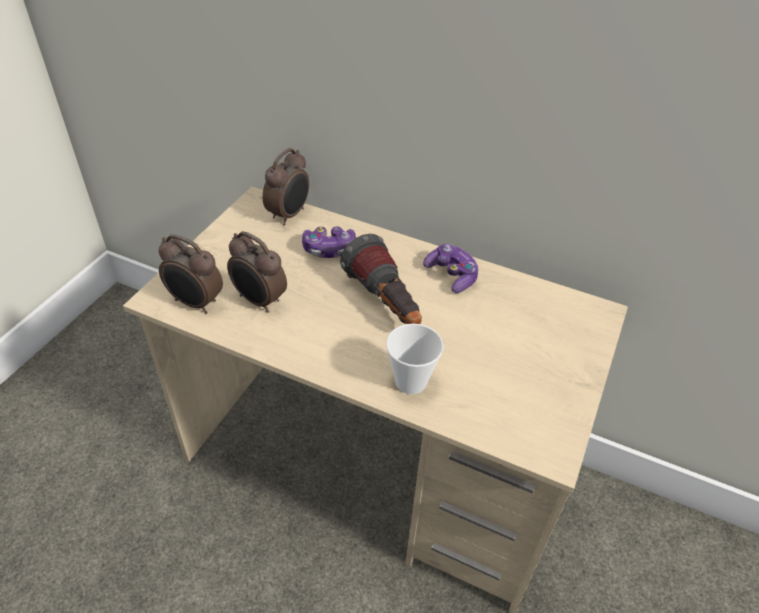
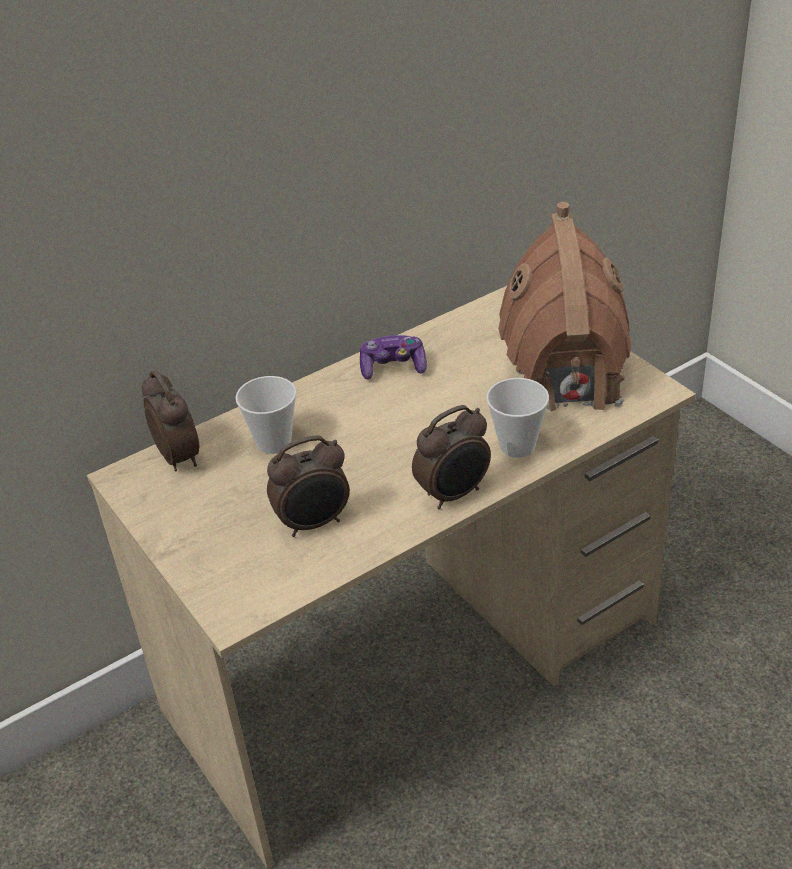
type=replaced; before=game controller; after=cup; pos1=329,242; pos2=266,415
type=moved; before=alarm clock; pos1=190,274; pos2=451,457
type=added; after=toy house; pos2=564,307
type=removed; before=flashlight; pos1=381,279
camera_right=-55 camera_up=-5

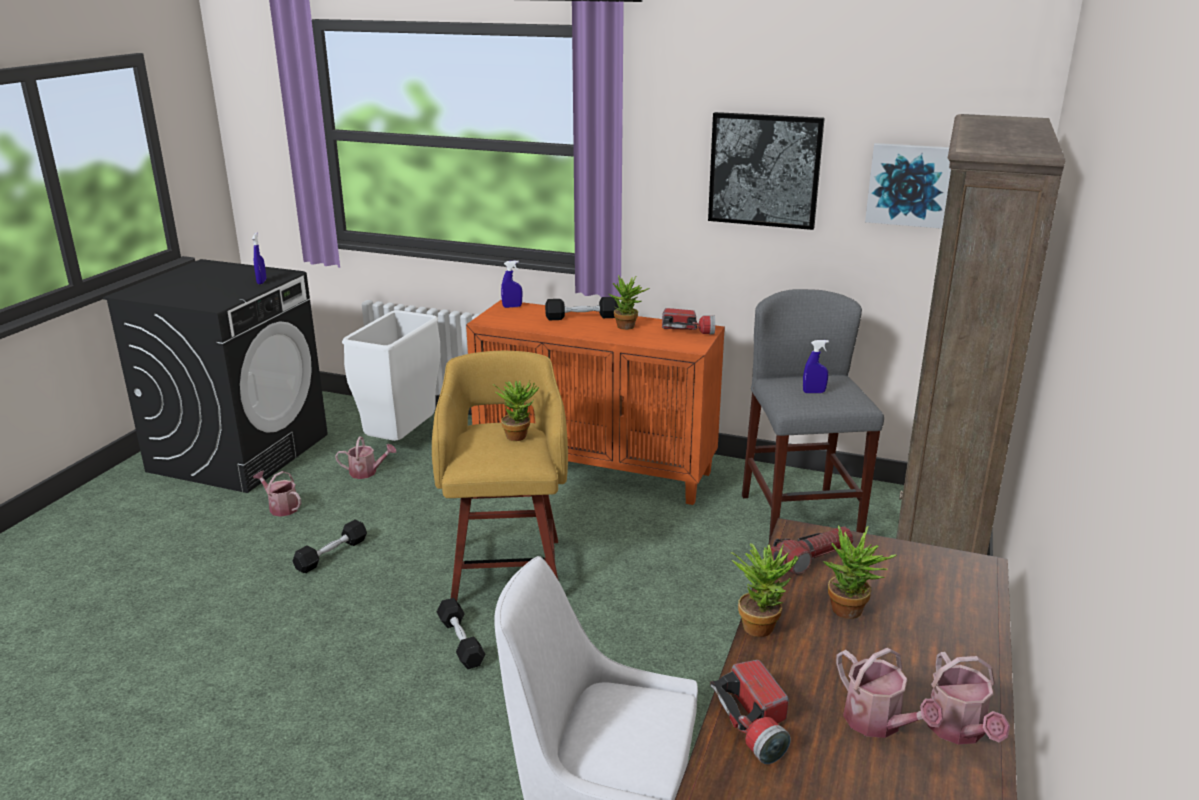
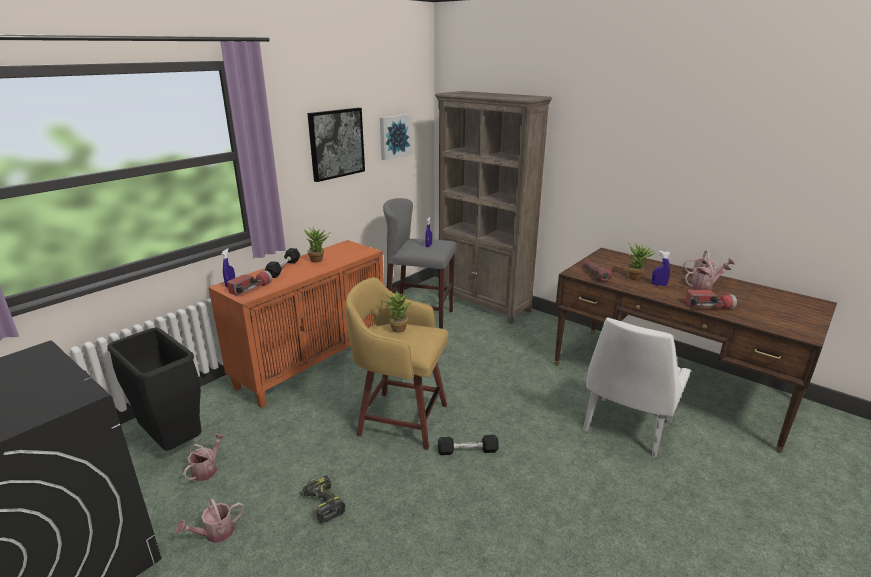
type=recoloured; before=trash can (white); after=trash can (black); pos1=391,375; pos2=154,389
type=moved; before=flashlight; pos1=688,321; pos2=249,282
type=replaced; before=dumbbell (black); after=power drill; pos1=329,546; pos2=322,499
type=moved; before=spray bottle (blue); pos1=259,258; pos2=661,268
type=removed; before=potted plant; pos1=765,590
camera_right=-70 camera_up=0

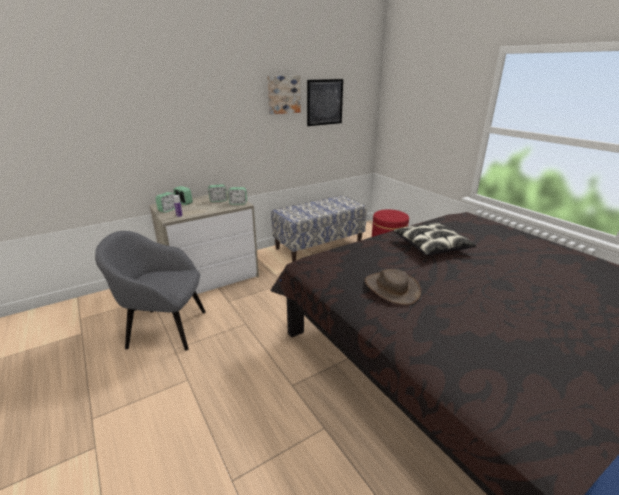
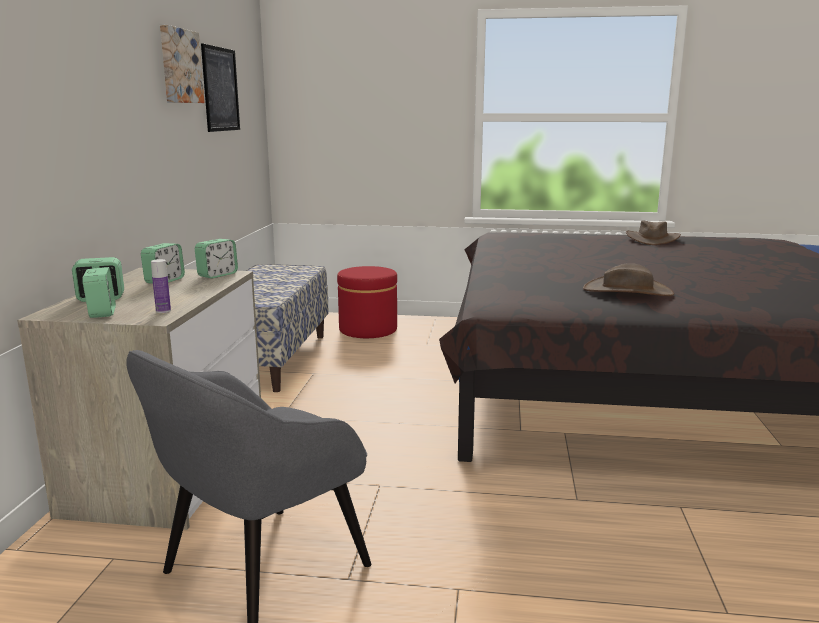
type=added; after=hat (brown); pos2=653,233
type=removed; before=pillow; pos1=435,239
camera_right=-50 camera_up=-10

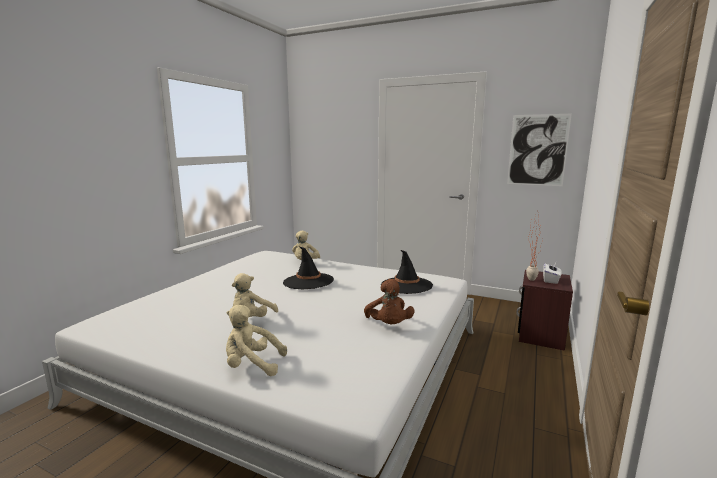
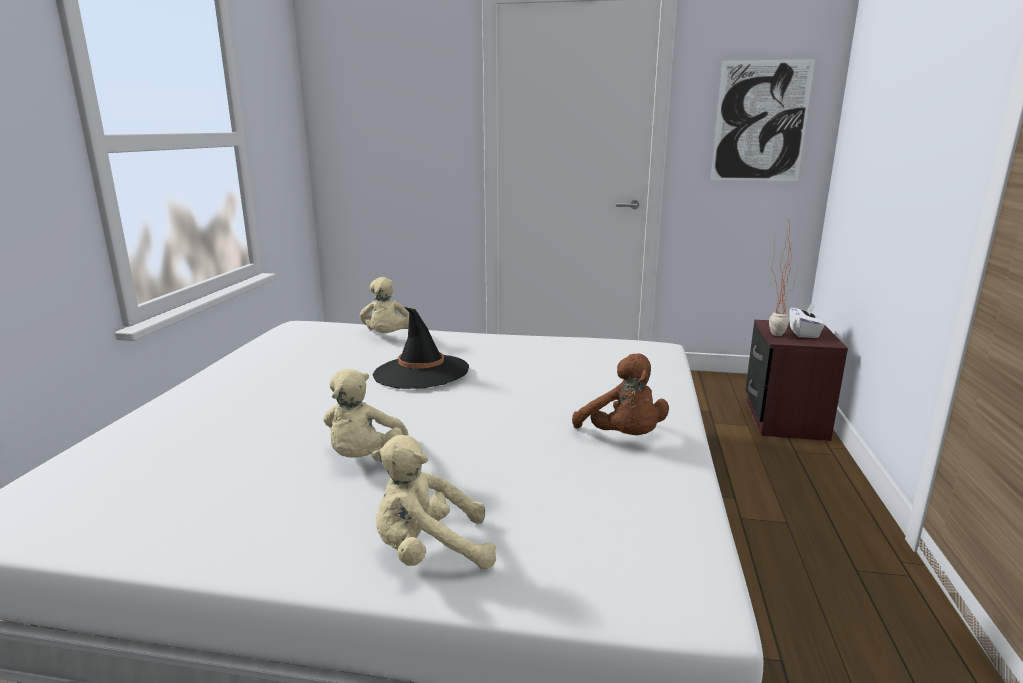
type=removed; before=hat (black); pos1=407,272
camera_right=-15 camera_up=5

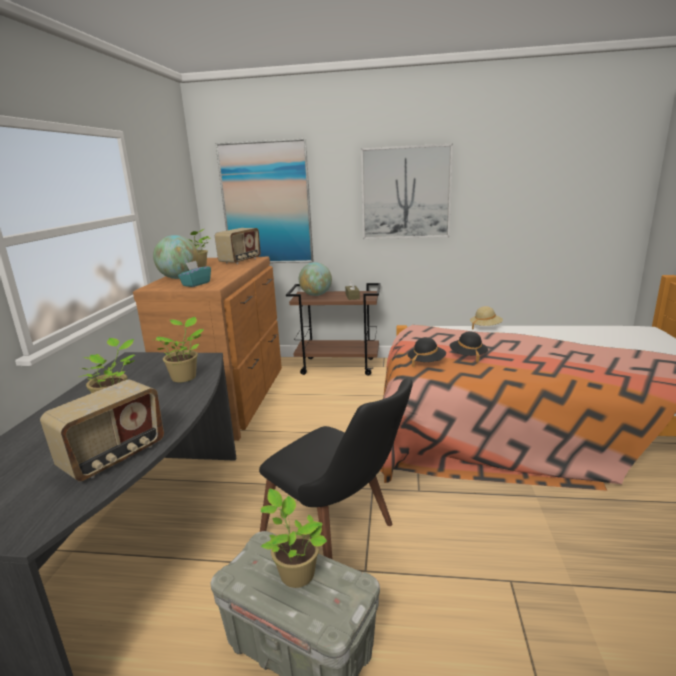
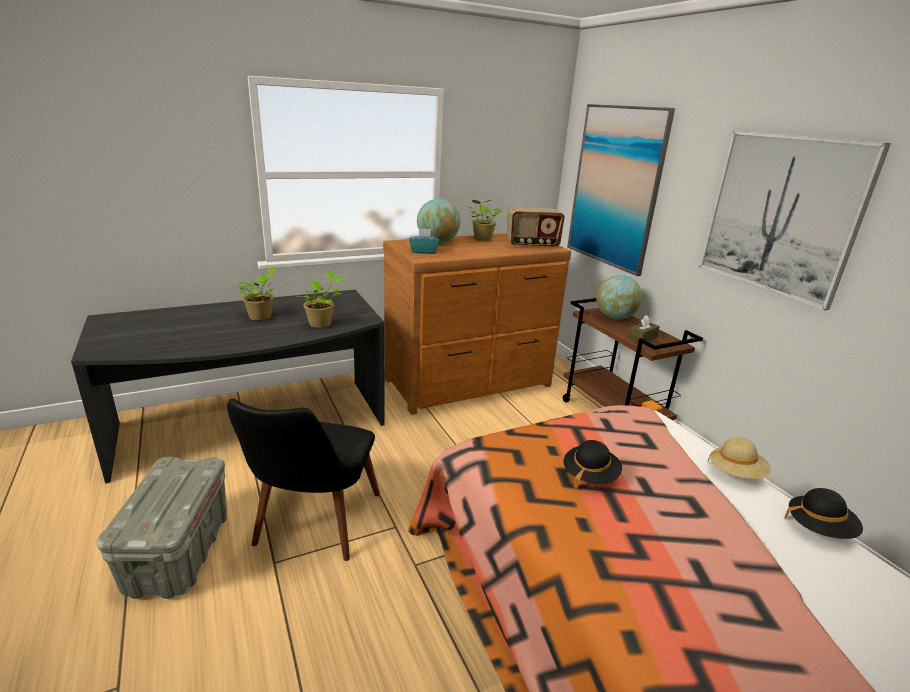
type=moved; before=hat (black); pos1=427,352; pos2=824,513
type=removed; before=radio; pos1=102,430
type=removed; before=potted plant; pos1=294,538
camera_right=55 camera_up=5

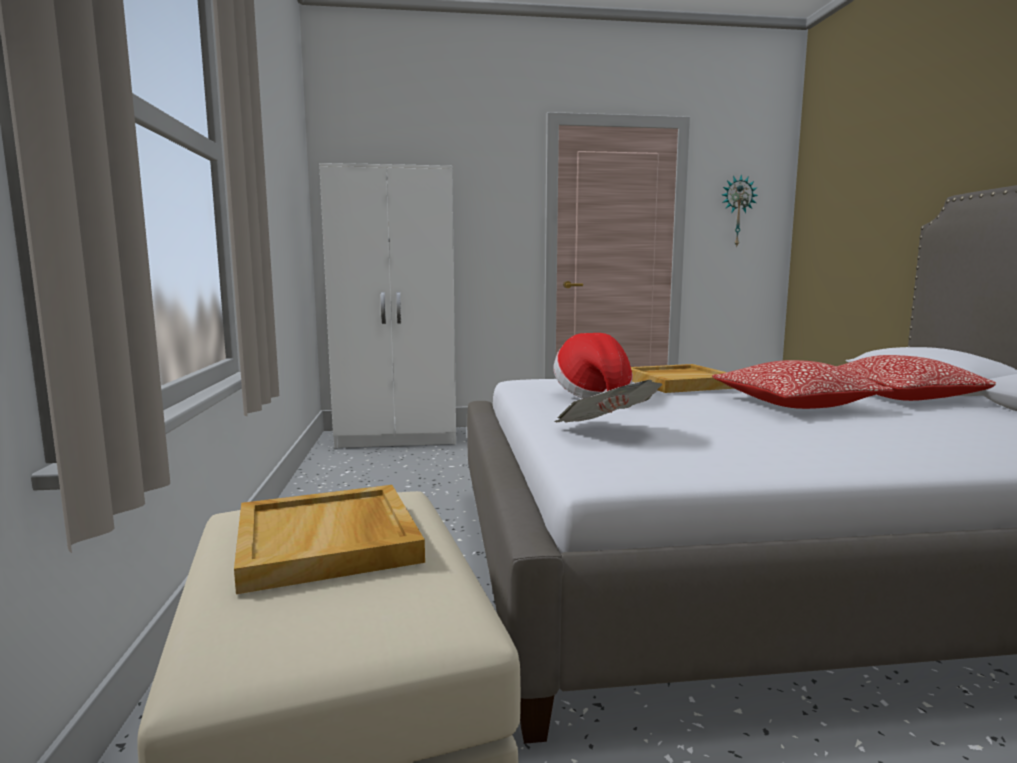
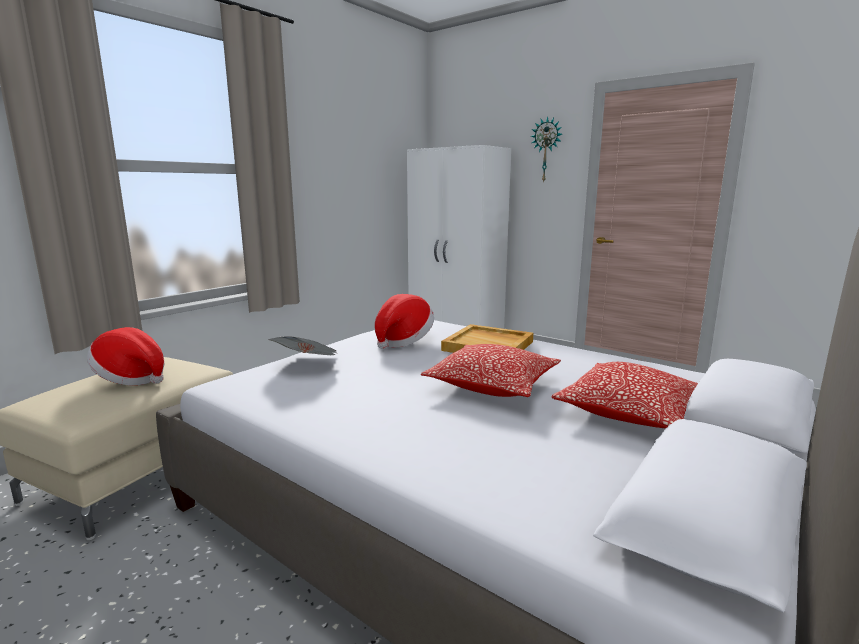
type=replaced; before=tray (beige); after=hat; pos1=329,539; pos2=126,356
type=moved; before=wall clock; pos1=740,211; pos2=546,149
camera_right=45 camera_up=5

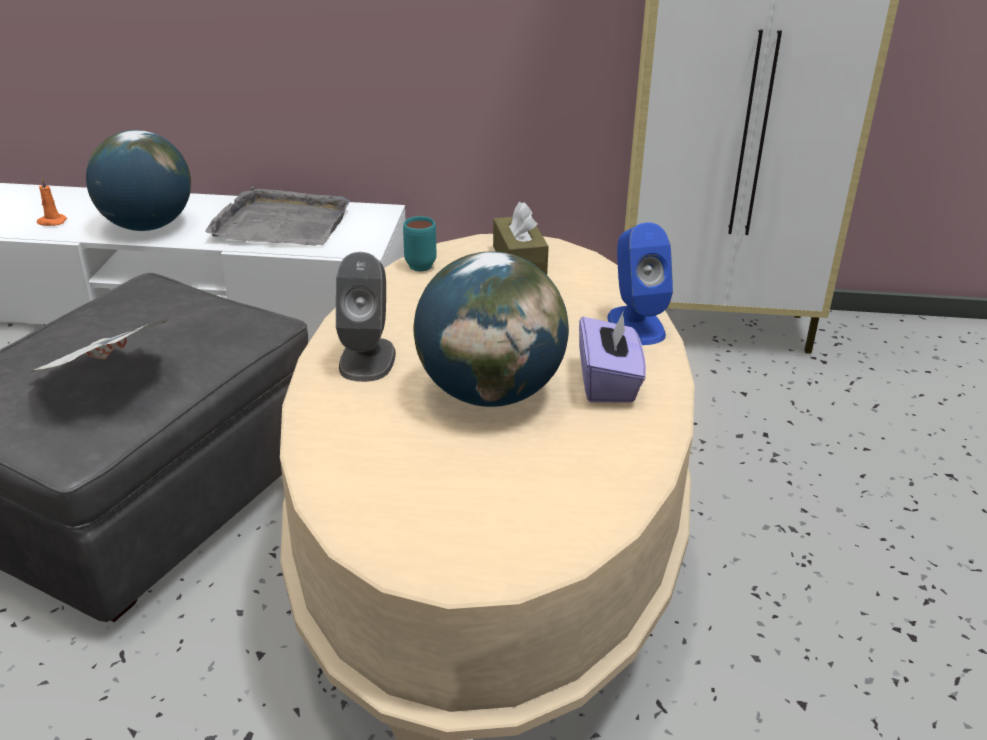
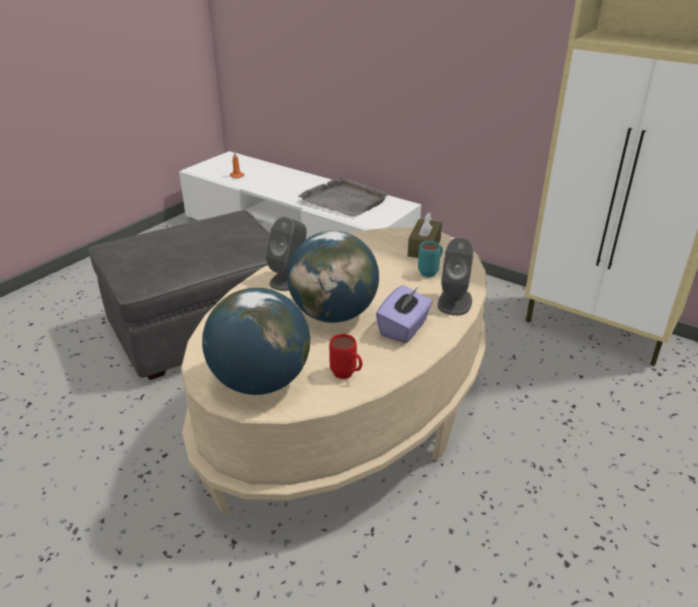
type=moved; before=globe; pos1=138,180; pos2=256,341
type=added; after=mug (red); pos2=345,356
type=moved; before=mug (turquoise); pos1=419,244; pos2=430,259
type=recoloured; before=speaker (blue); after=speaker (grey); pos1=640,283; pos2=455,276
type=removed; before=newspaper; pos1=99,345
camera_right=30 camera_up=0

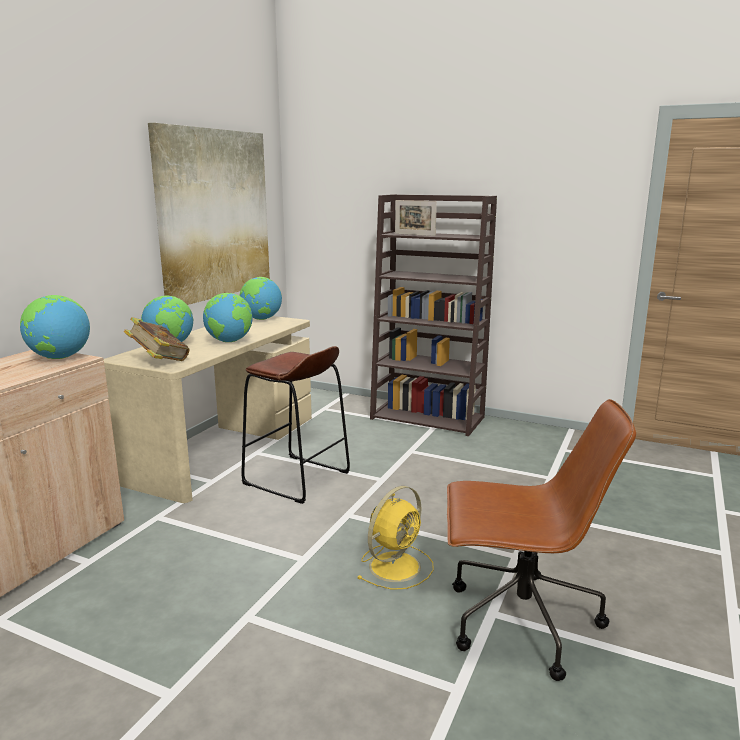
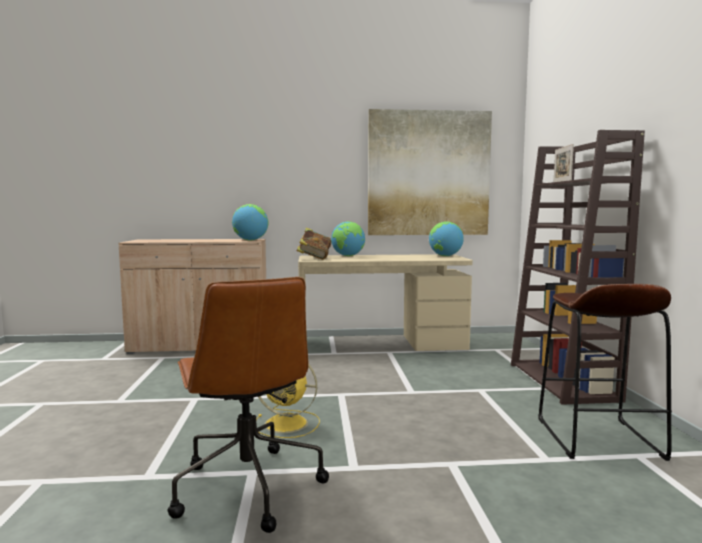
type=moved; before=stool (brown); pos1=295,425; pos2=605,372
type=removed; before=globe; pos1=227,317
camera_right=60 camera_up=-10

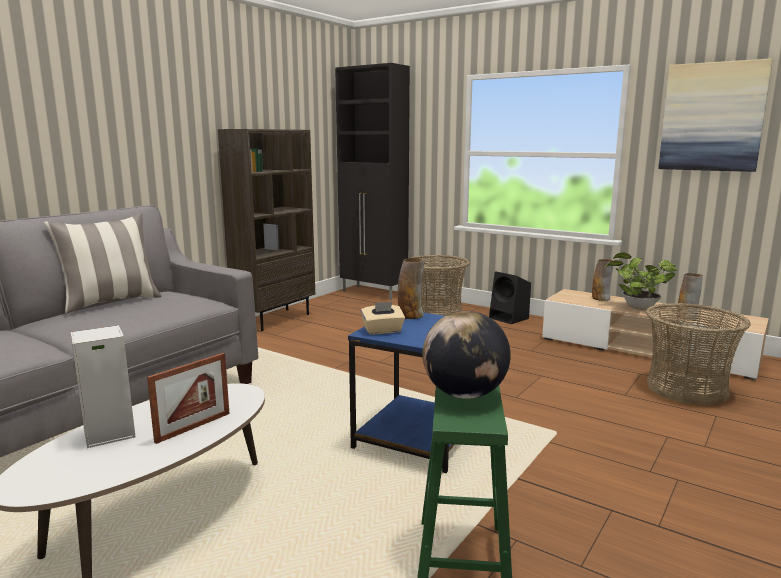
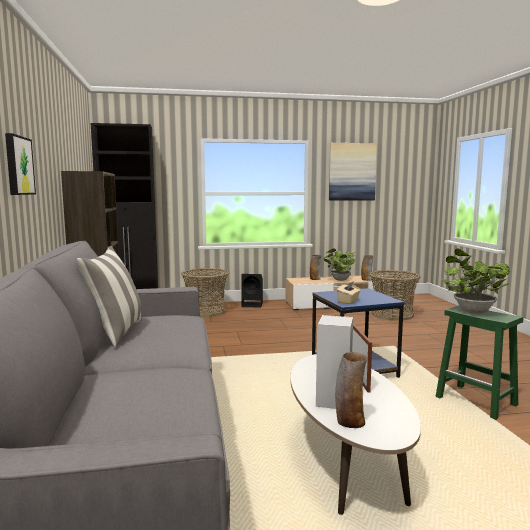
type=added; after=picture; pos2=20,164
type=moved; before=vase; pos1=411,288; pos2=351,390
type=replaced; before=globe; after=potted plant; pos1=466,355; pos2=475,281
camera_right=-45 camera_up=-5

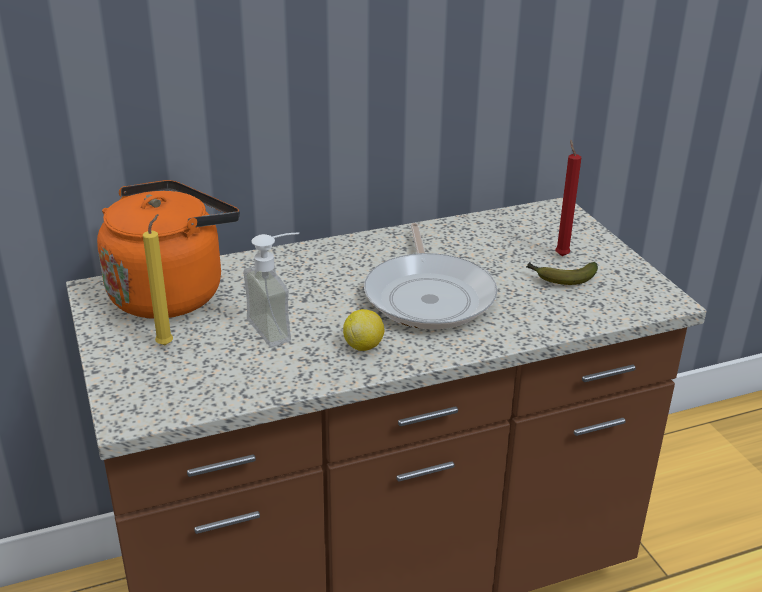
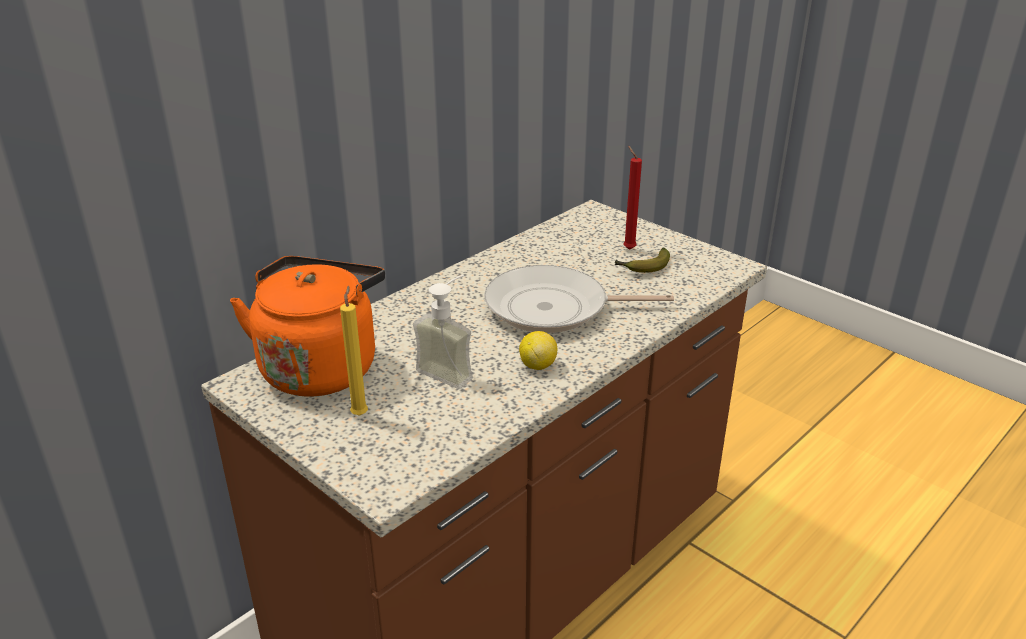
type=turned; before=frying pan; pos1=431,276; pos2=579,299; turn=120
camera_right=-25 camera_up=0

